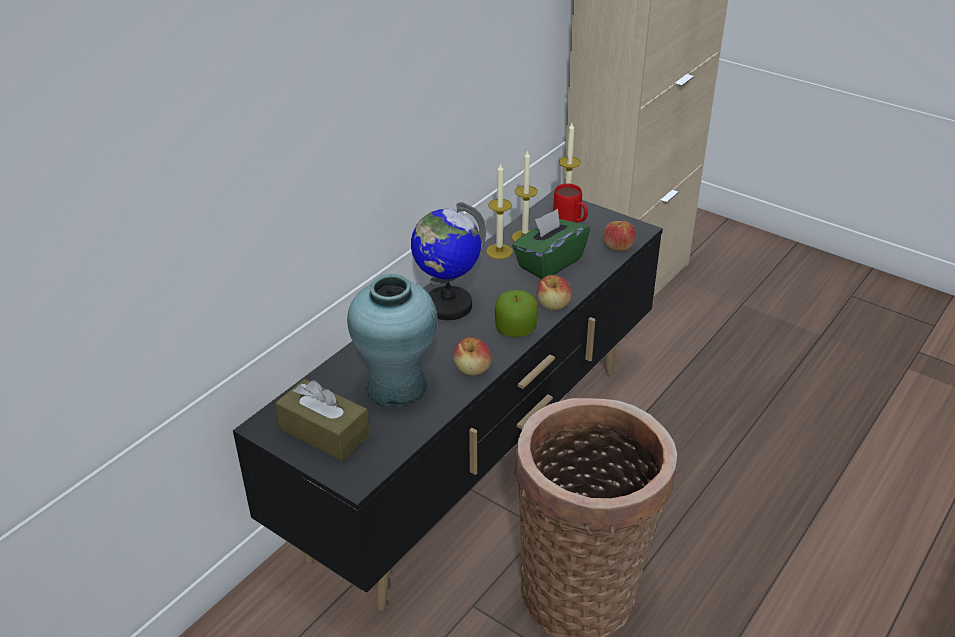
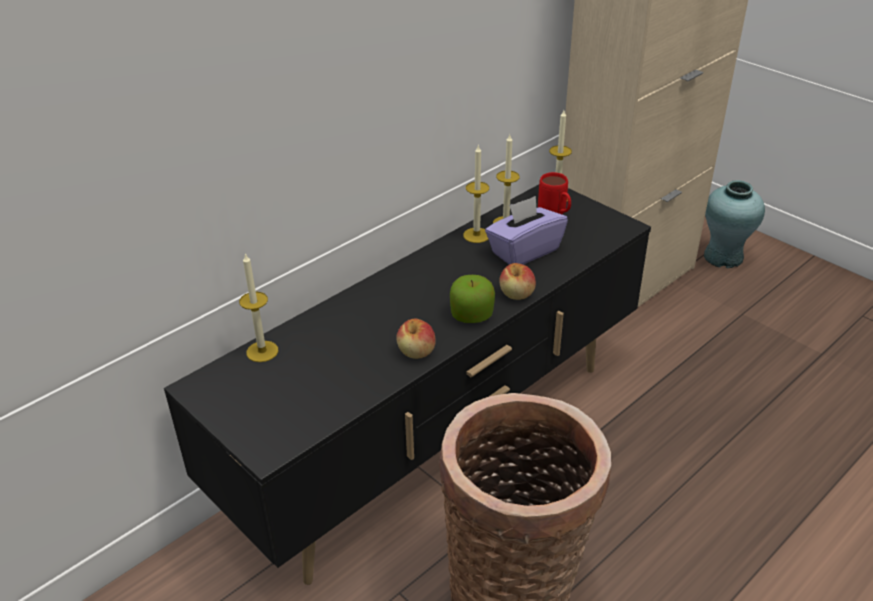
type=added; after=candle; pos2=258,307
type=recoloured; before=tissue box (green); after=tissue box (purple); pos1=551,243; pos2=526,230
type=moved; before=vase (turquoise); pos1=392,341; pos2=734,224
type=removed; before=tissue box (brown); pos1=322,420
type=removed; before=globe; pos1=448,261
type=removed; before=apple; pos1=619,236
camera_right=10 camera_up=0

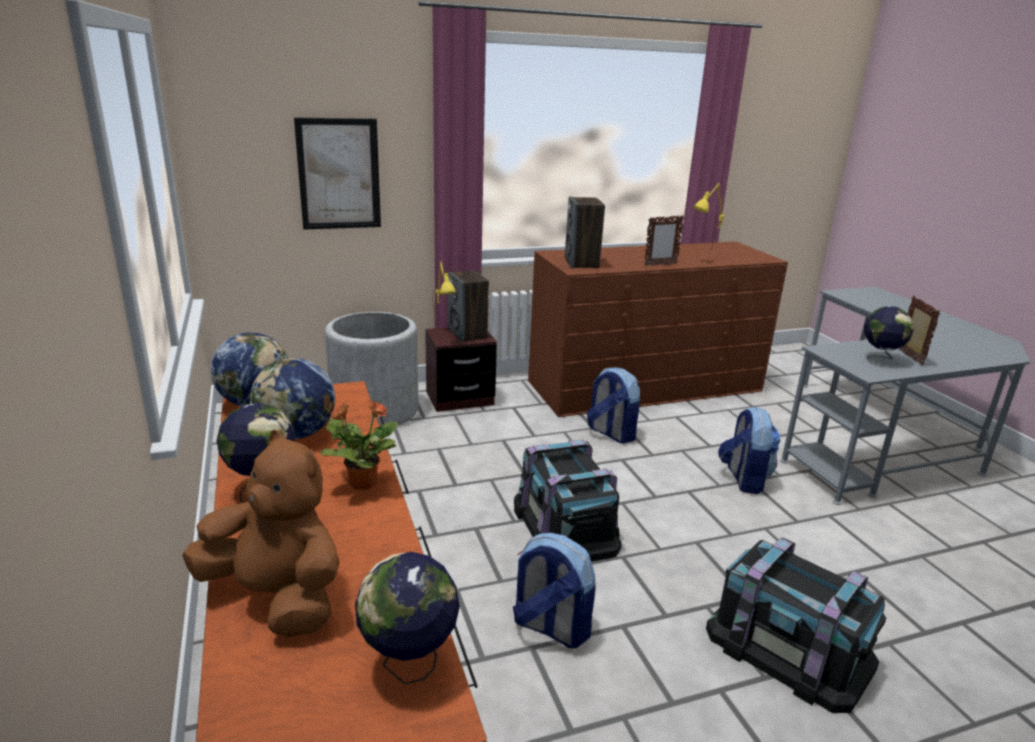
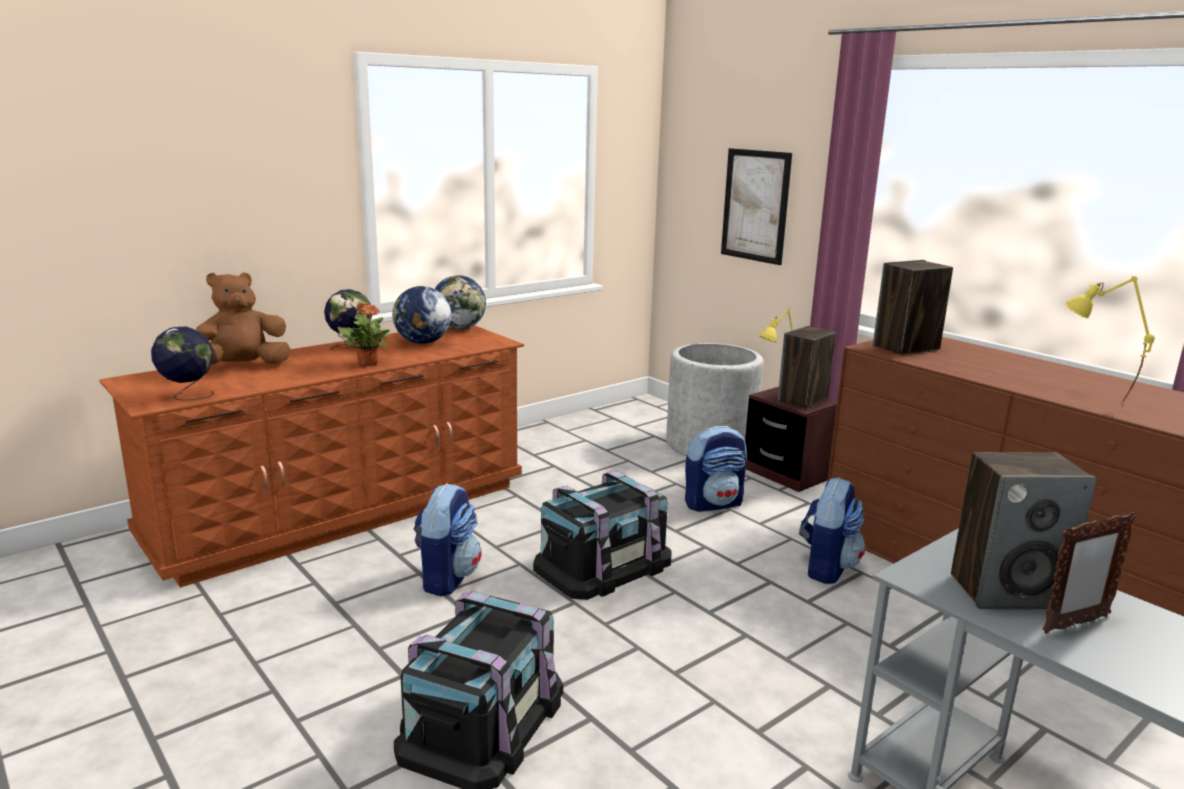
type=turned; before=plush toy (brown); pos1=260,533; pos2=243,318; turn=-135
type=moved; before=backpack; pos1=749,450; pos2=716,469
type=replaced; before=globe; after=speaker; pos1=889,336; pos2=1024,530
type=removed; before=picture frame; pos1=664,240
camera_right=70 camera_up=-5

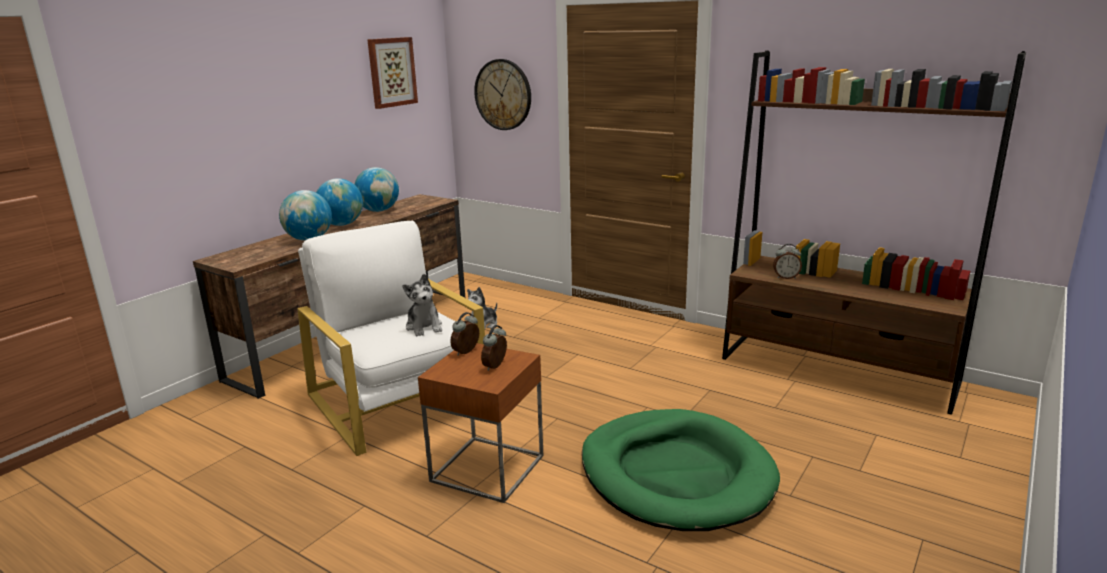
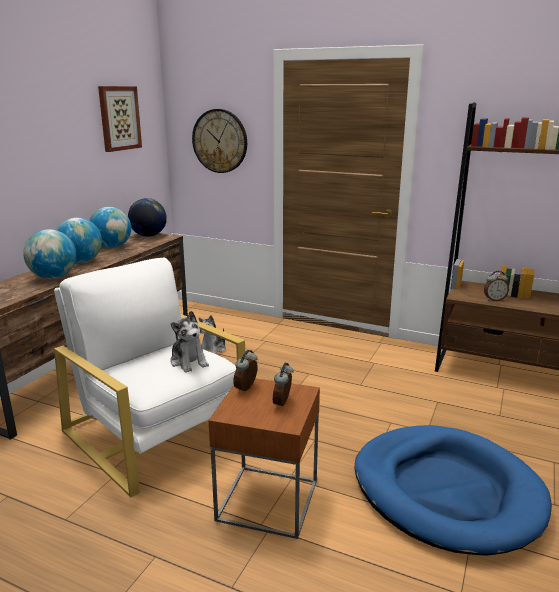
type=added; after=globe; pos2=147,217
type=recoloured; before=dog bed (green); after=dog bed (blue); pos1=681,470; pos2=453,490
camera_right=-10 camera_up=0

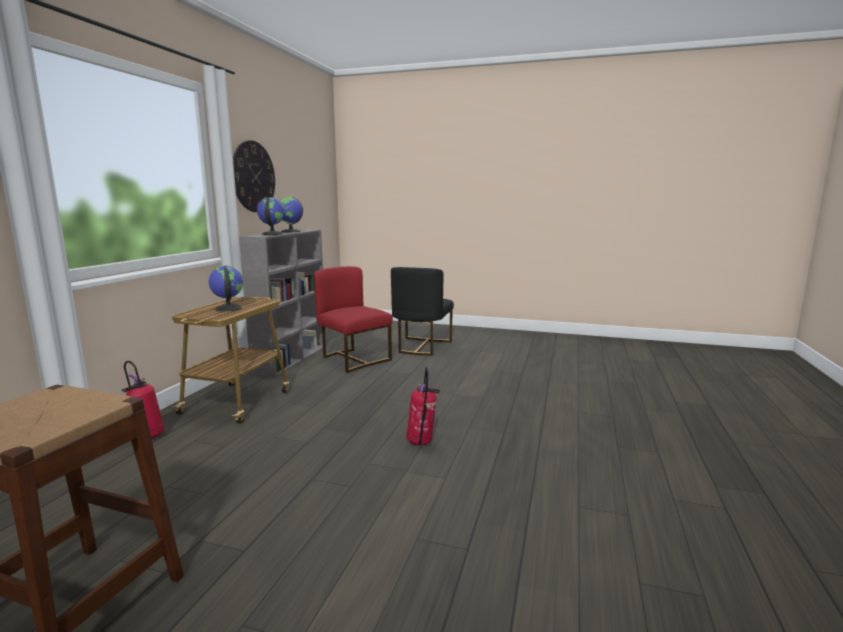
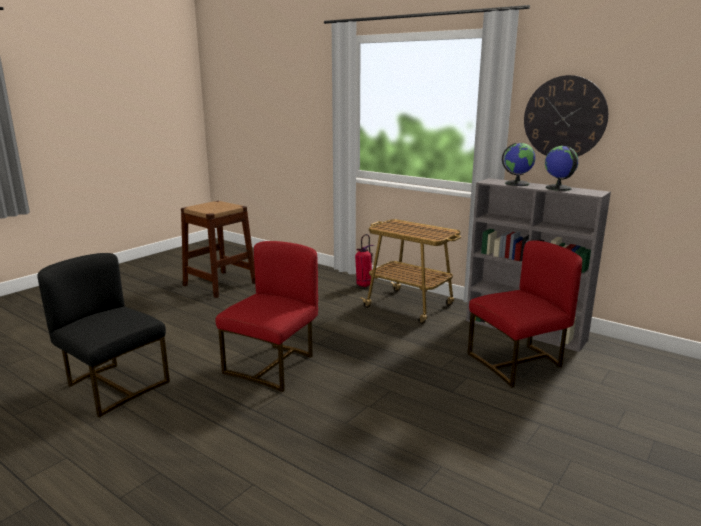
type=moved; before=chair (black); pos1=422,311; pos2=103,335
type=replaced; before=fire extinguisher; after=chair (red); pos1=423,406; pos2=267,316
type=removed; before=globe; pos1=226,289
camera_right=110 camera_up=5

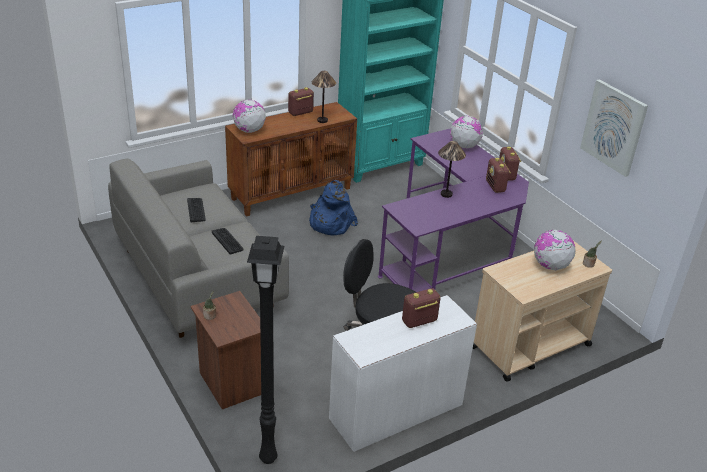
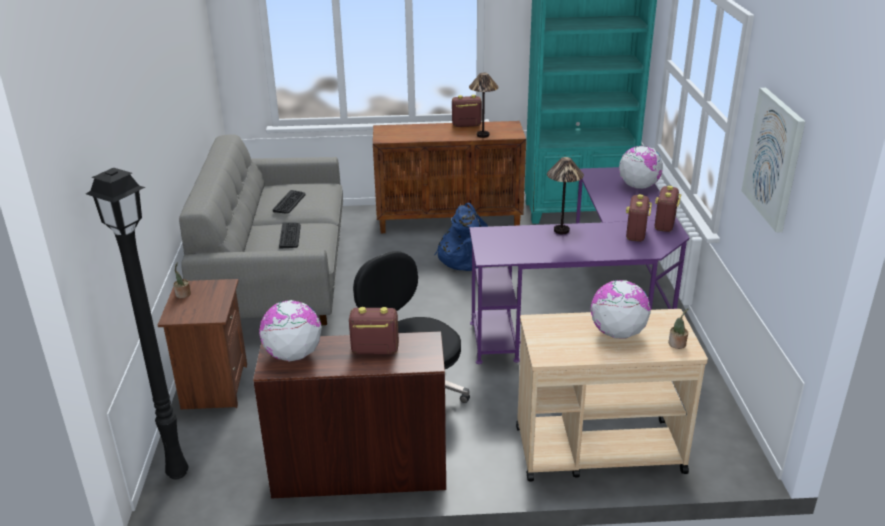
type=recoloured; before=desk (white); after=desk (brown); pos1=403,373; pos2=349,414
type=moved; before=globe; pos1=249,116; pos2=290,331
camera_right=30 camera_up=-5

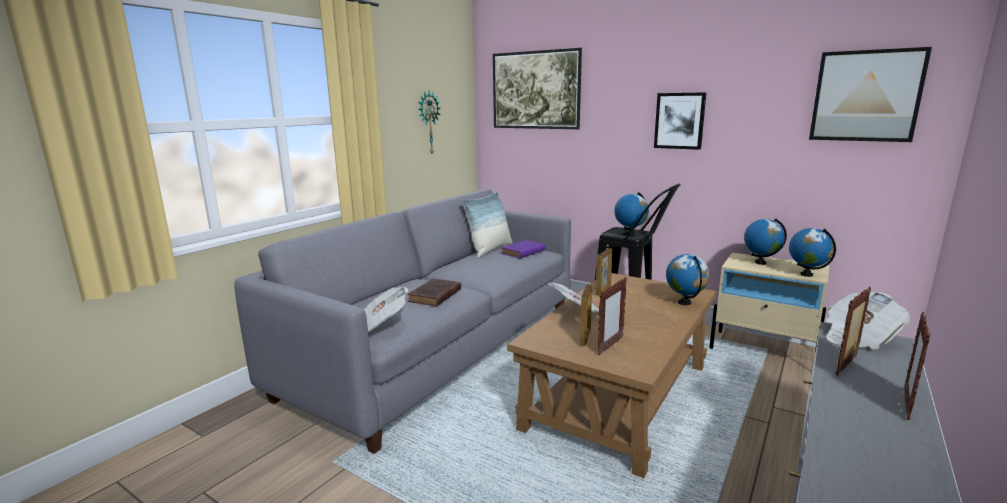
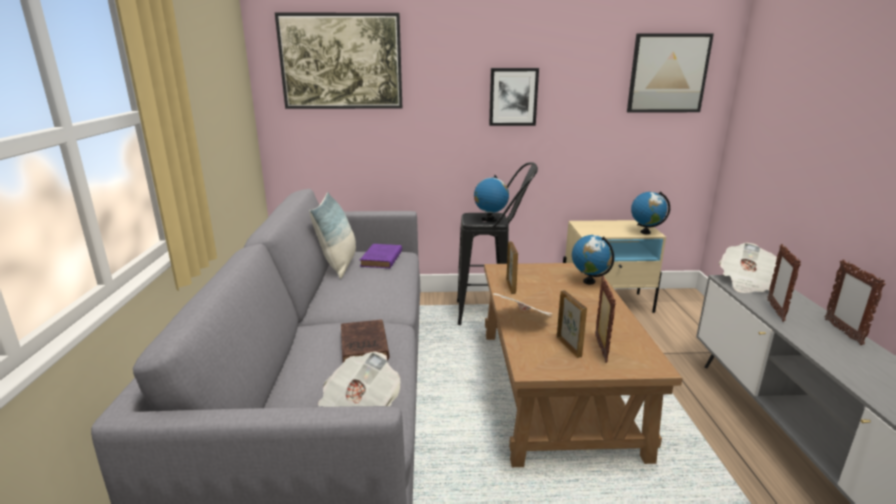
type=removed; before=wall clock; pos1=430,122
type=removed; before=globe; pos1=765,241
camera_right=-35 camera_up=5

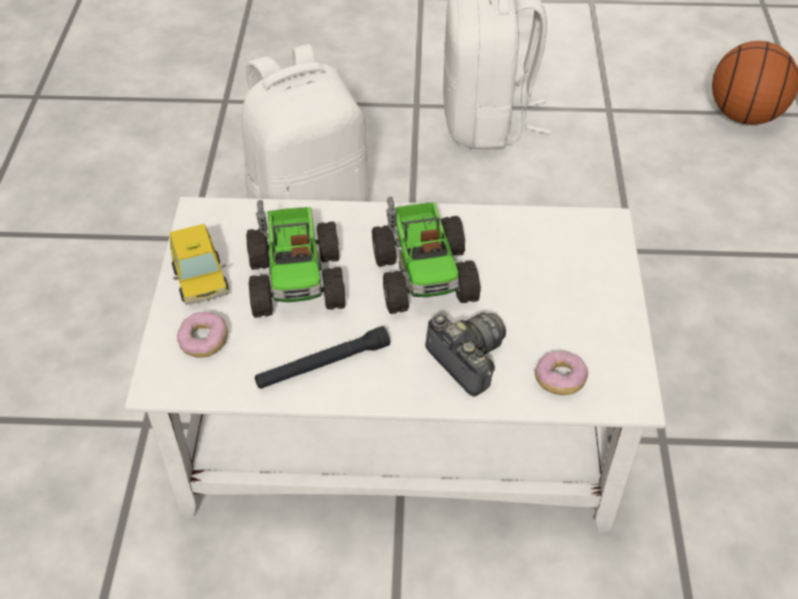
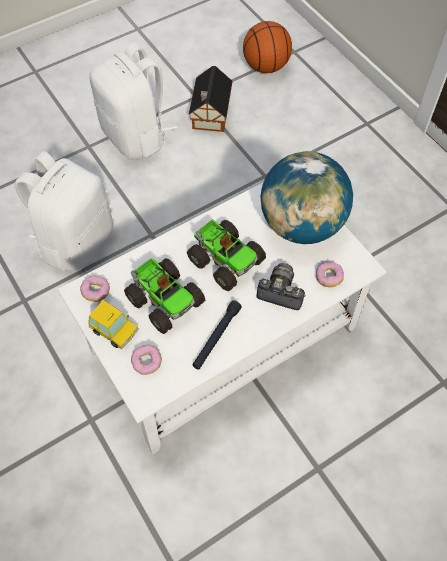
type=added; after=donut; pos2=95,289
type=added; after=toy house; pos2=211,99
type=added; after=globe; pos2=306,197
camera_right=-35 camera_up=10

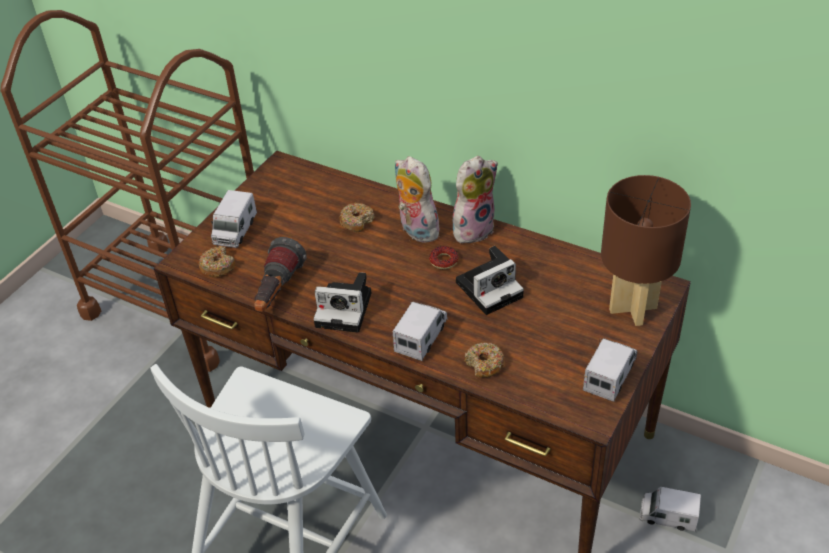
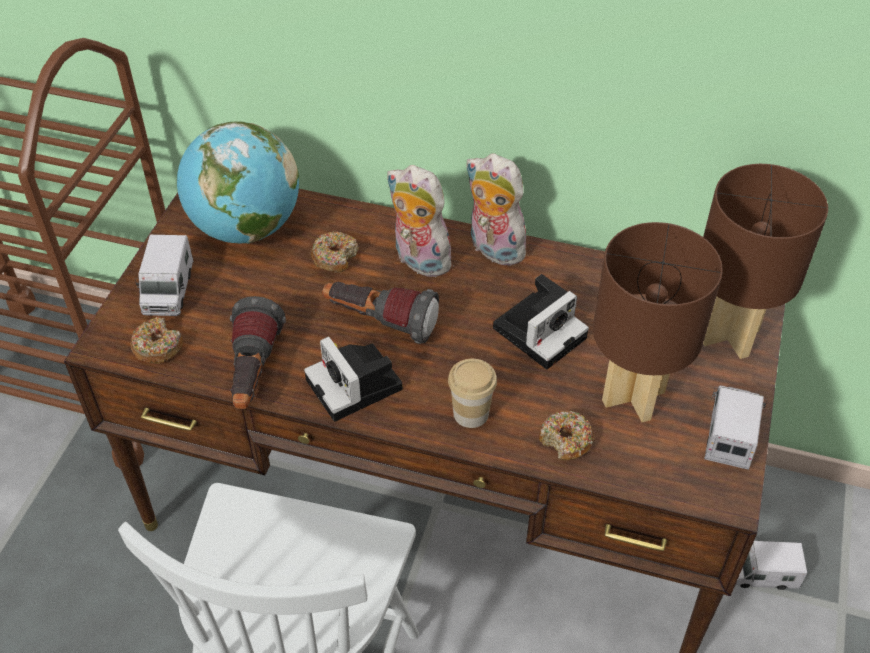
type=added; after=globe; pos2=238,182
type=turned; before=photo camera; pos1=342,302; pos2=353,379; turn=60
type=added; after=flashlight; pos2=380,313
type=replaced; before=toy truck; after=cup; pos1=420,331; pos2=472,393
type=turned; before=plush toy; pos1=475,199; pos2=495,209; turn=-90
type=added; after=table lamp (brown); pos2=658,322
type=removed; before=donut; pos1=444,257
camera_right=-15 camera_up=5

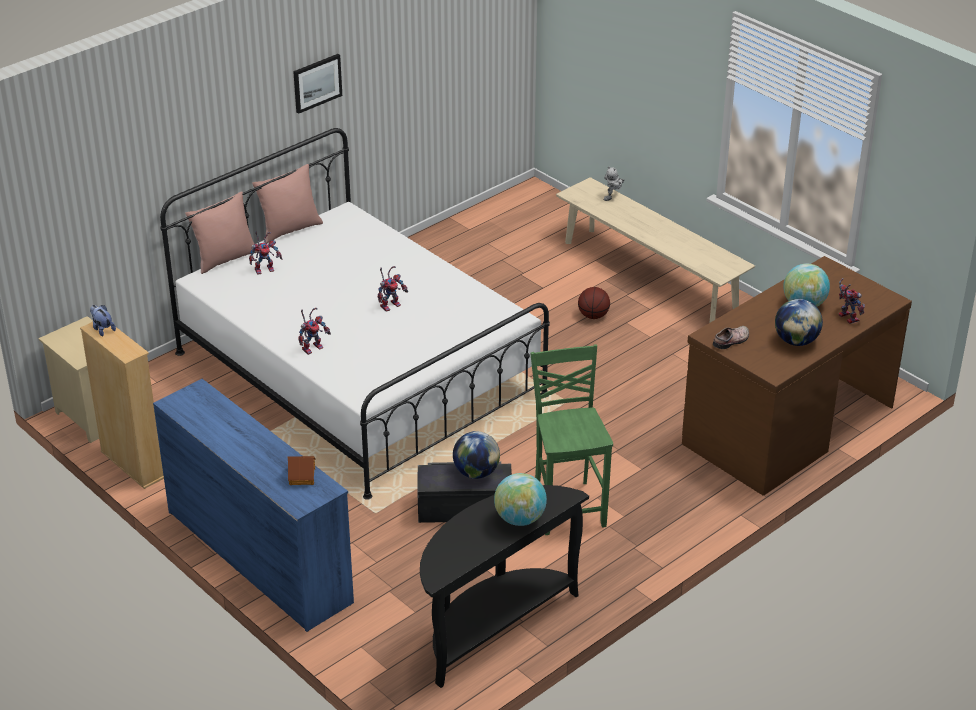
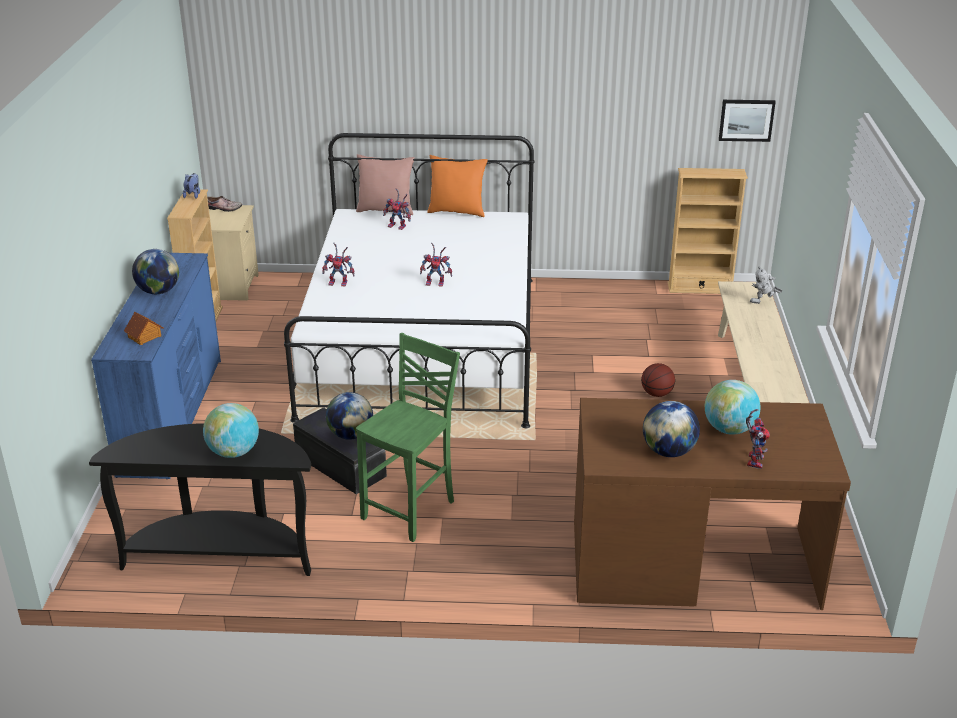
type=added; after=globe; pos2=155,271
type=moved; before=shoe; pos1=731,337; pos2=224,204
type=recoloured; before=pillow (pink); after=pillow (orange); pos1=287,203; pos2=457,186
type=added; after=bookcase (beige); pos2=708,231
type=moved; before=picture; pos1=317,84; pos2=747,121
camera_right=45 camera_up=-5

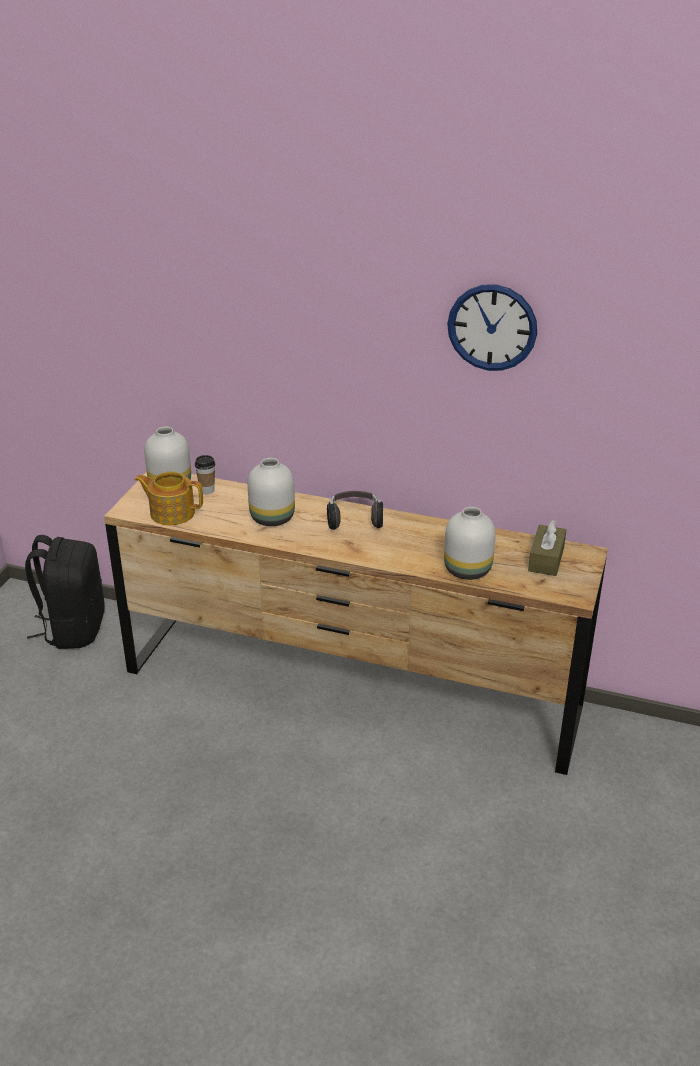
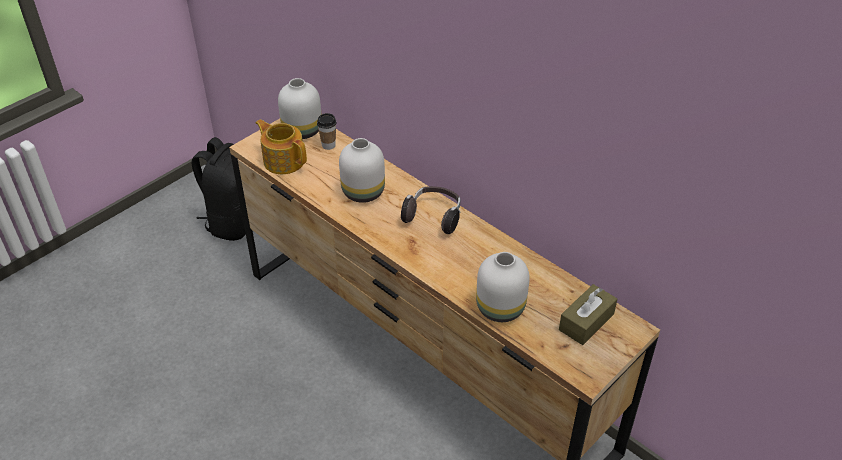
type=removed; before=wall clock; pos1=492,327
camera_right=25 camera_up=10

